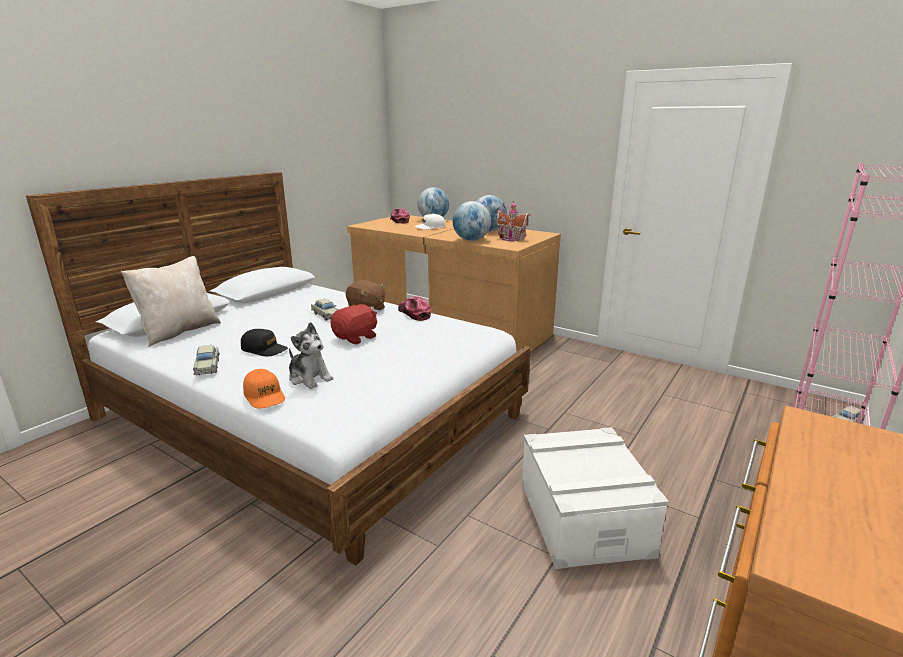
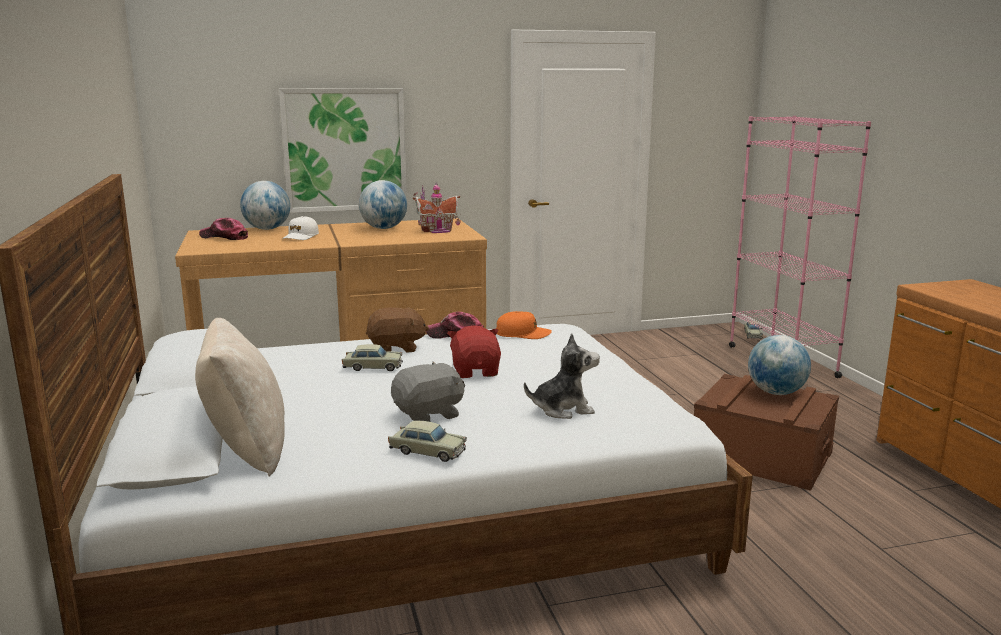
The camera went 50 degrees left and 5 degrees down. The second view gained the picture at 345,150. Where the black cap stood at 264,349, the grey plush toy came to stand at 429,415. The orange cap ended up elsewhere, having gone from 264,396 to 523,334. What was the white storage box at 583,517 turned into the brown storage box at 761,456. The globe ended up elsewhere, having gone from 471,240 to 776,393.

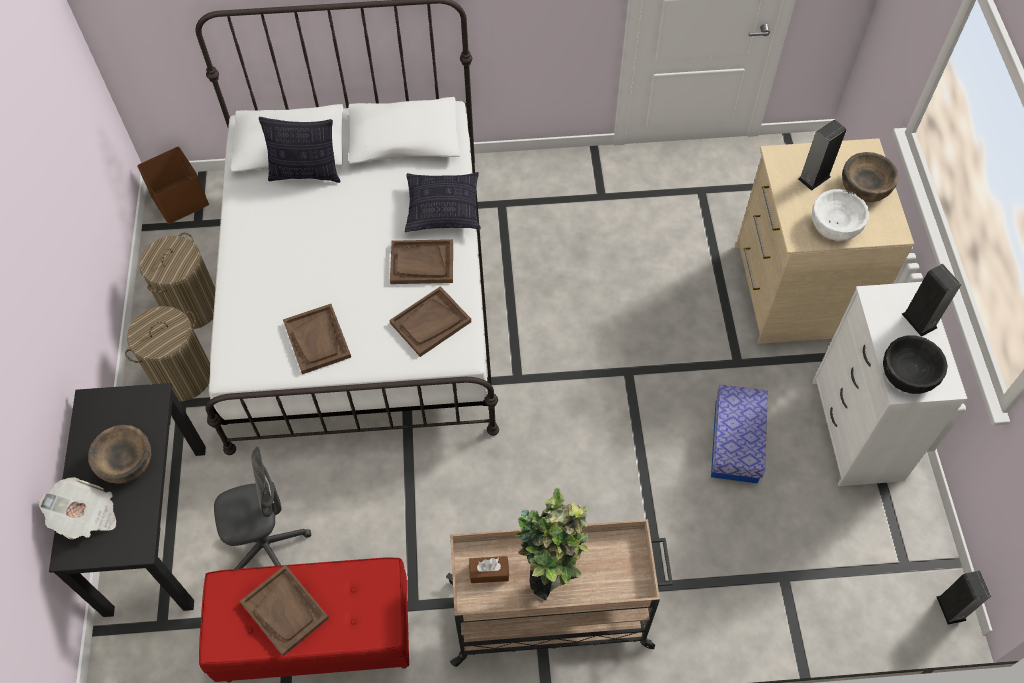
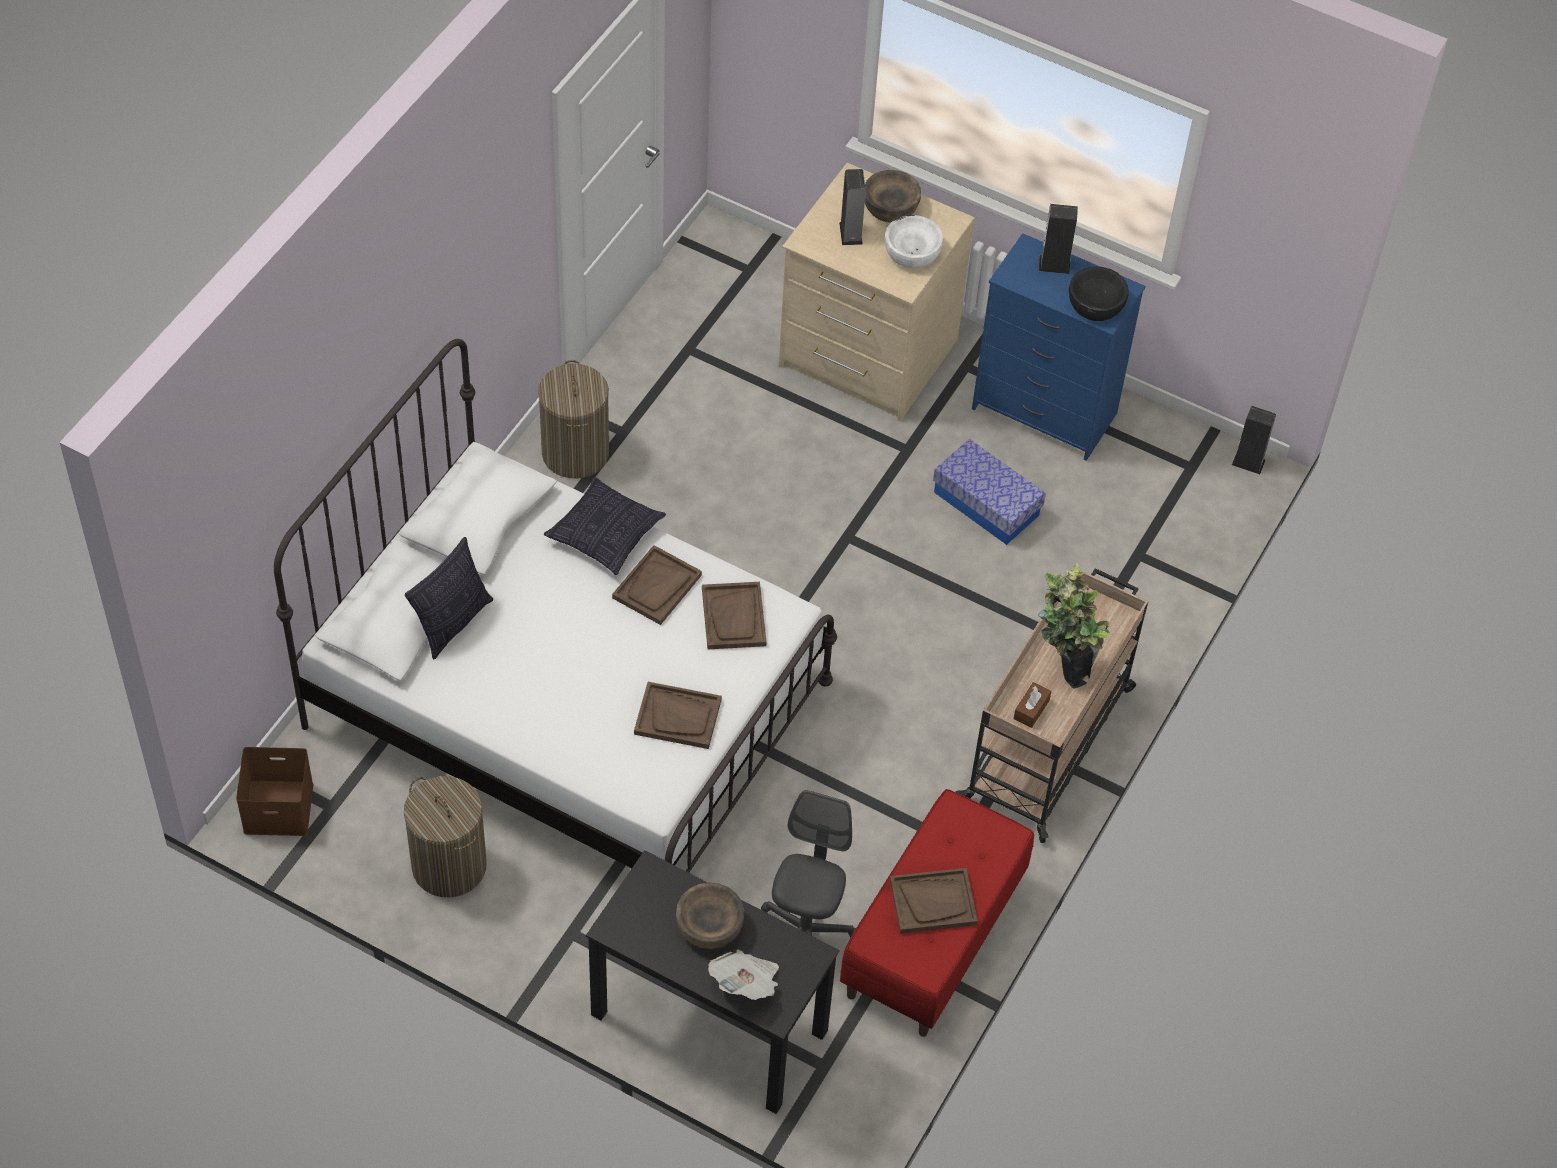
The camera went 60 degrees left and 5 degrees down. The laundry basket ended up elsewhere, having gone from 183,376 to 575,453. What was the white dresser at 856,430 turned into the blue dresser at 1044,412.

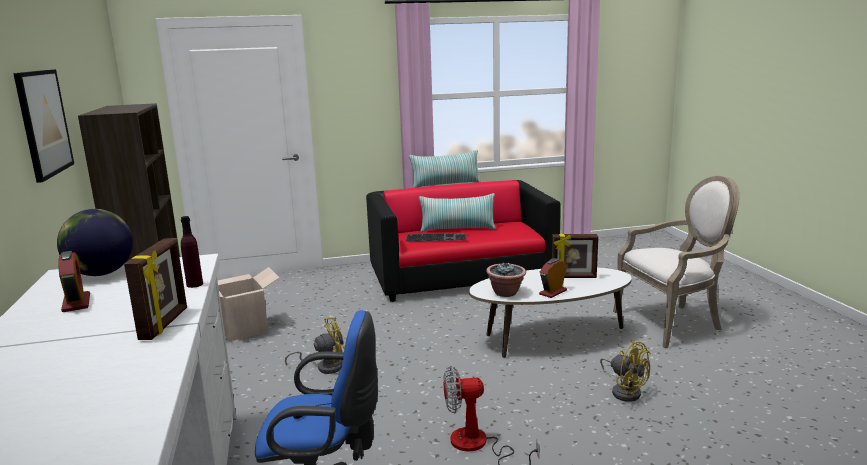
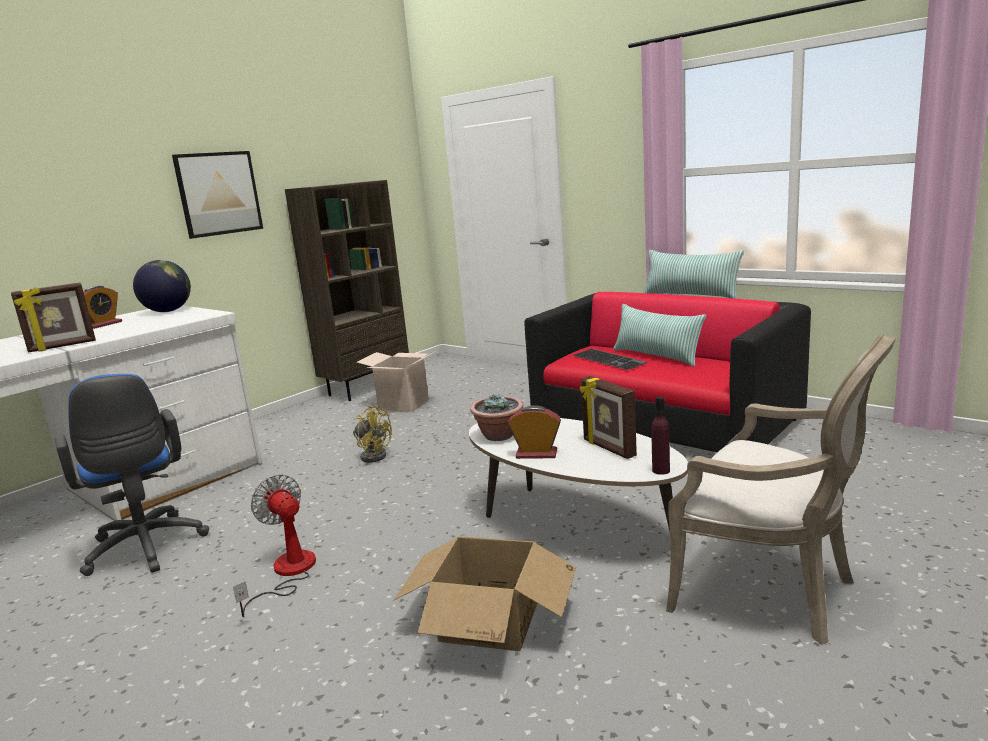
The camera went 55 degrees right and 0 degrees up. Where the yellow fan stood at 624,391, the cardboard box came to stand at 491,619. The purple bottle ended up elsewhere, having gone from 194,284 to 661,470.

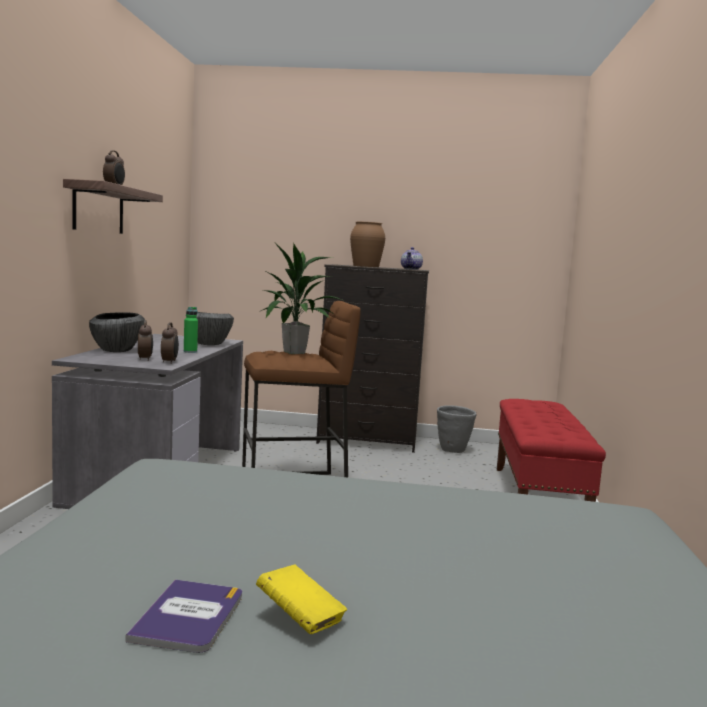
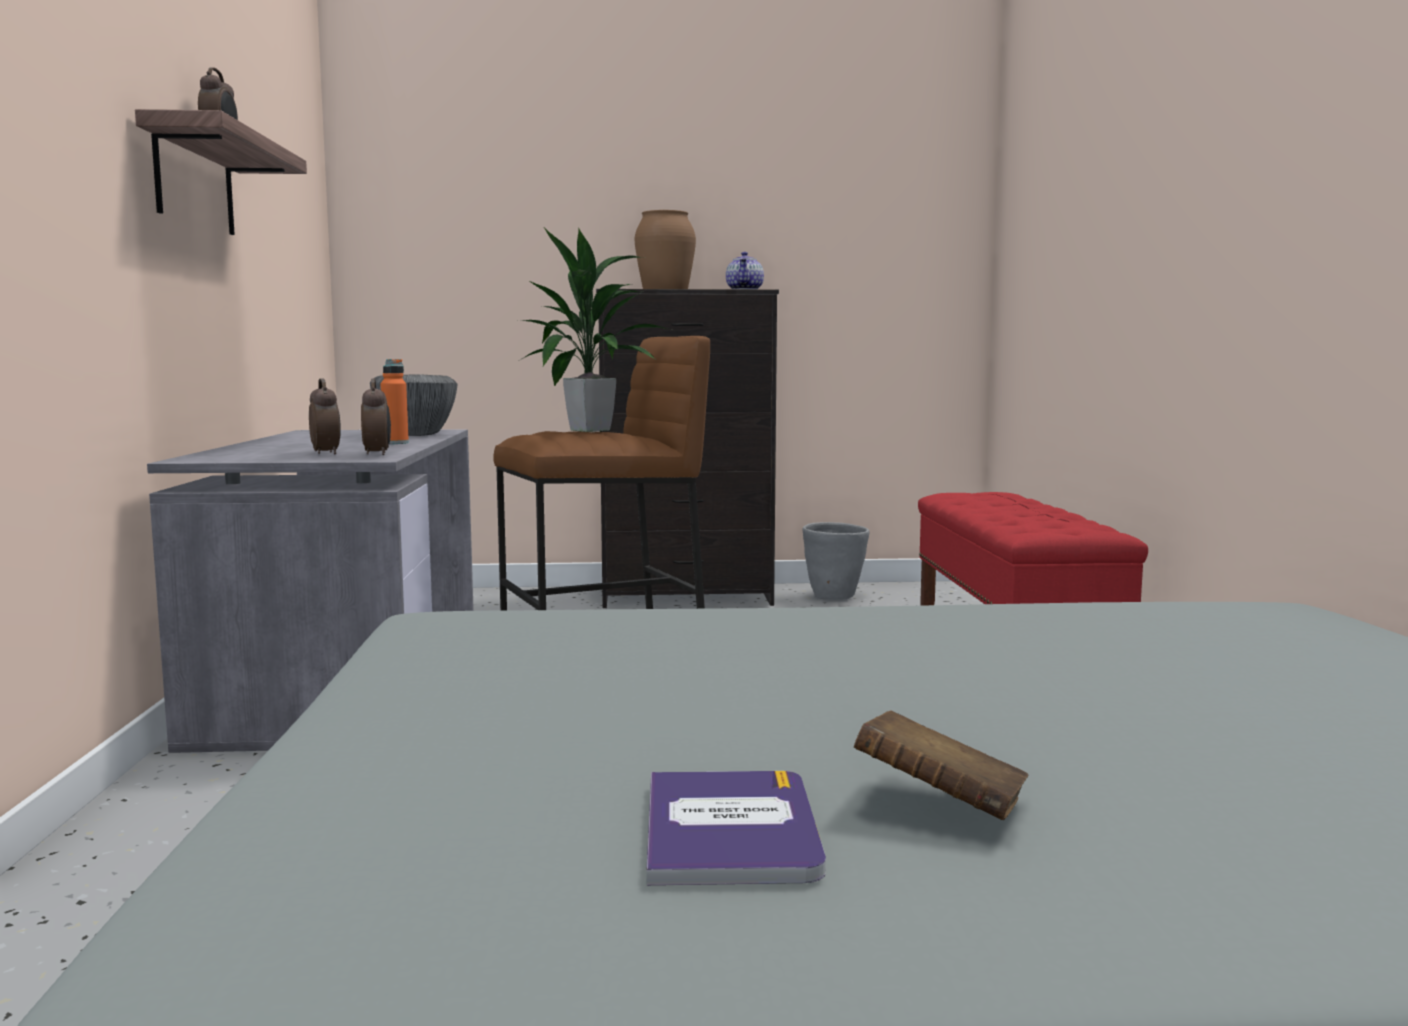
The camera went 10 degrees left and 0 degrees up. What was the green bottle at 190,351 turned into the orange bottle at 395,443. What was the yellow book at 300,618 turned into the brown book at 940,804. The second view lost the bowl at 116,350.

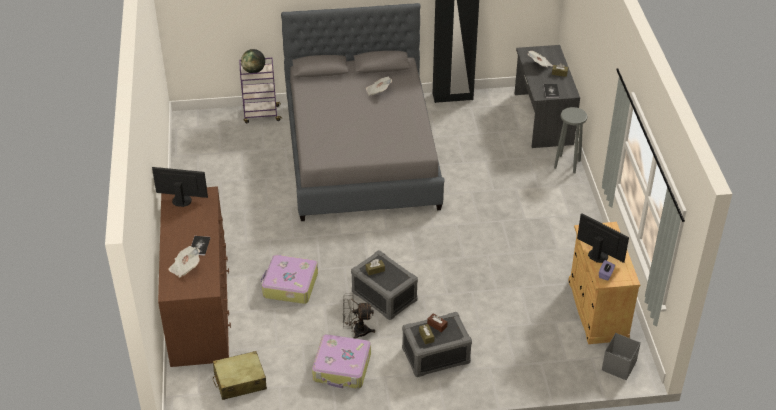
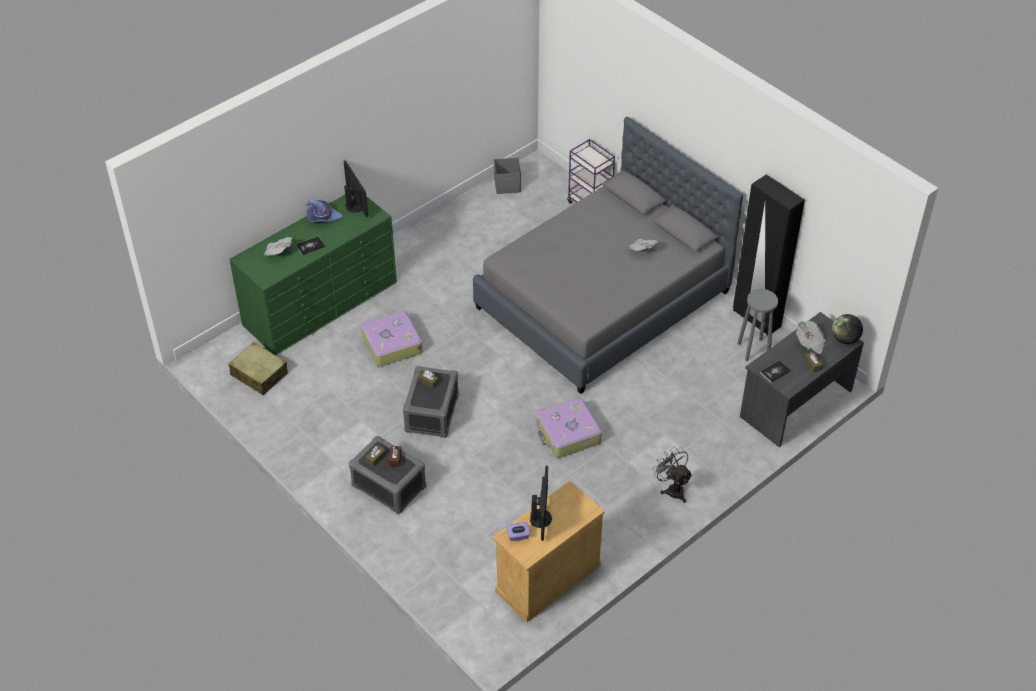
The camera went 55 degrees right and 5 degrees up. What was the brown dresser at 199,306 turned into the green dresser at 320,303. The second view gained the purple hat at 323,217. The grey storage box ended up elsewhere, having gone from 619,366 to 508,185. The suitcase ended up elsewhere, having gone from 342,368 to 567,434. The grey fan ended up elsewhere, having gone from 356,331 to 672,489. The grey stool ended up elsewhere, having gone from 567,164 to 754,349. The globe ended up elsewhere, having gone from 254,71 to 844,339.

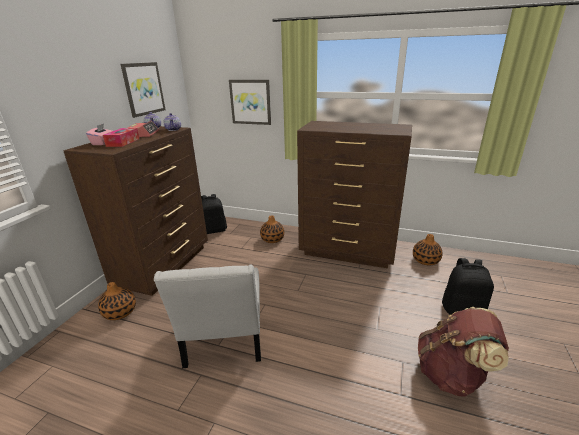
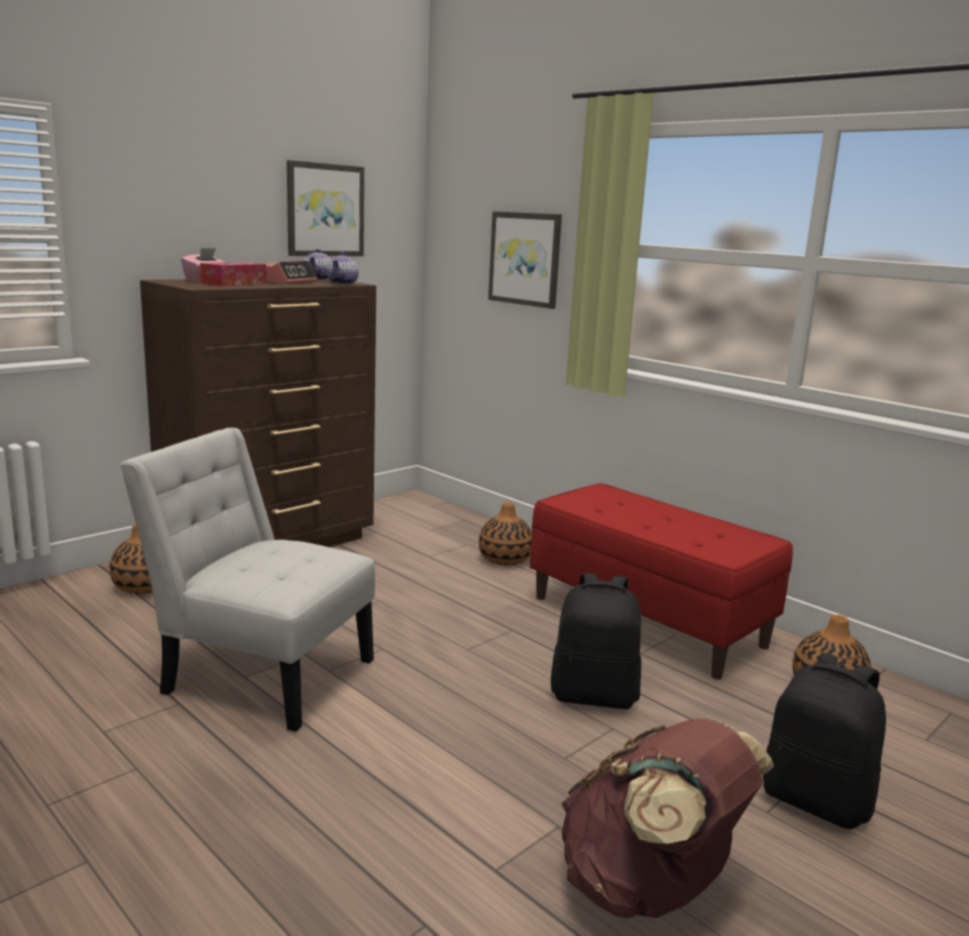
The camera went 25 degrees right and 10 degrees down. The white chair at 224,340 ended up facing another way, 90 degrees clockwise from before. Where the brown dresser stood at 348,251, the red bench came to stand at 647,621. The black backpack ended up elsewhere, having gone from 214,230 to 594,695.

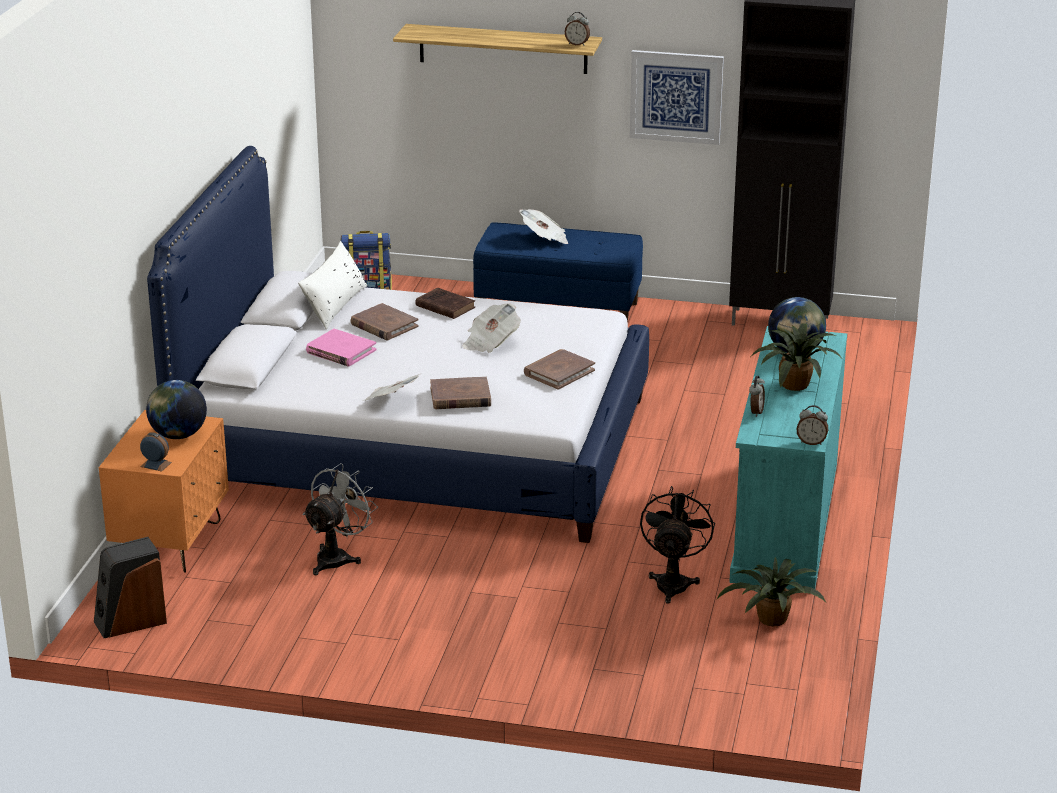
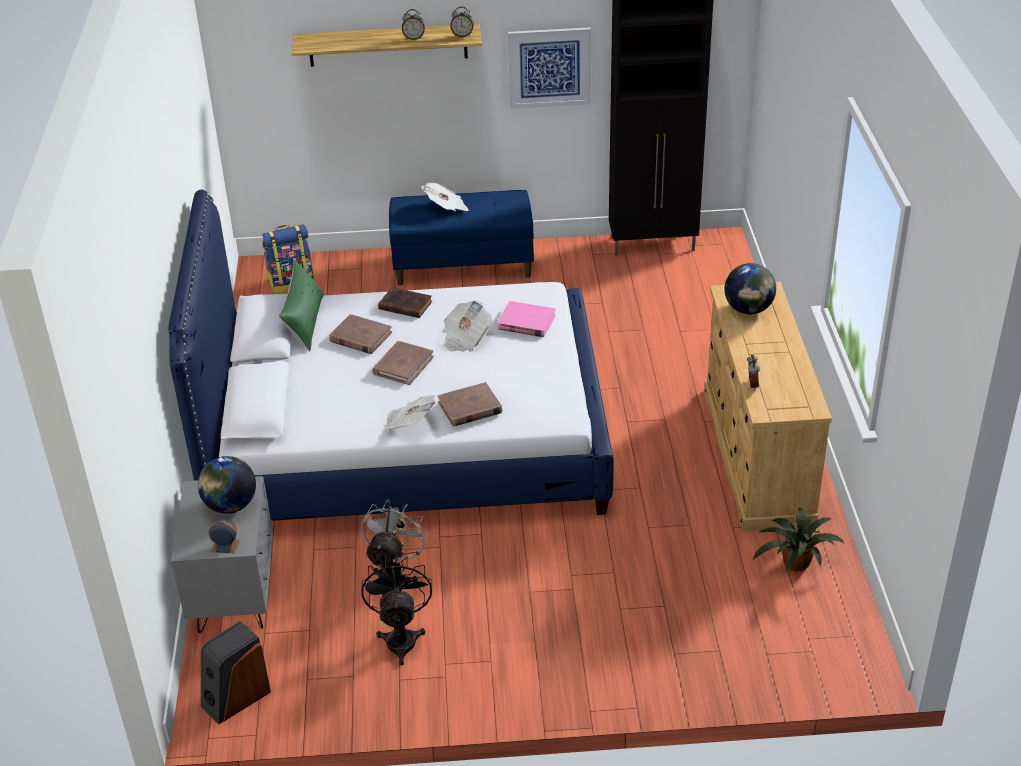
The camera went 15 degrees left and 10 degrees up. What was the orange nightstand at 171,543 turned into the grey nightstand at 234,596. What was the white pillow at 334,305 turned into the green pillow at 304,322. The black fan ended up elsewhere, having gone from 673,582 to 401,637. The brown book ended up elsewhere, having gone from 559,372 to 403,365. The alarm clock ended up elsewhere, having gone from 811,442 to 414,38. The pink book ended up elsewhere, having gone from 340,351 to 526,322. What was the turquoise dresser at 785,522 turned into the beige dresser at 757,456. The second view lost the potted plant at 795,386.

